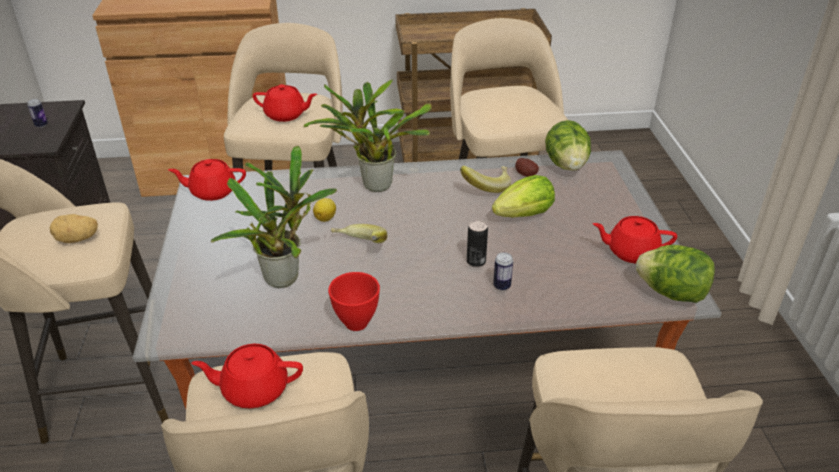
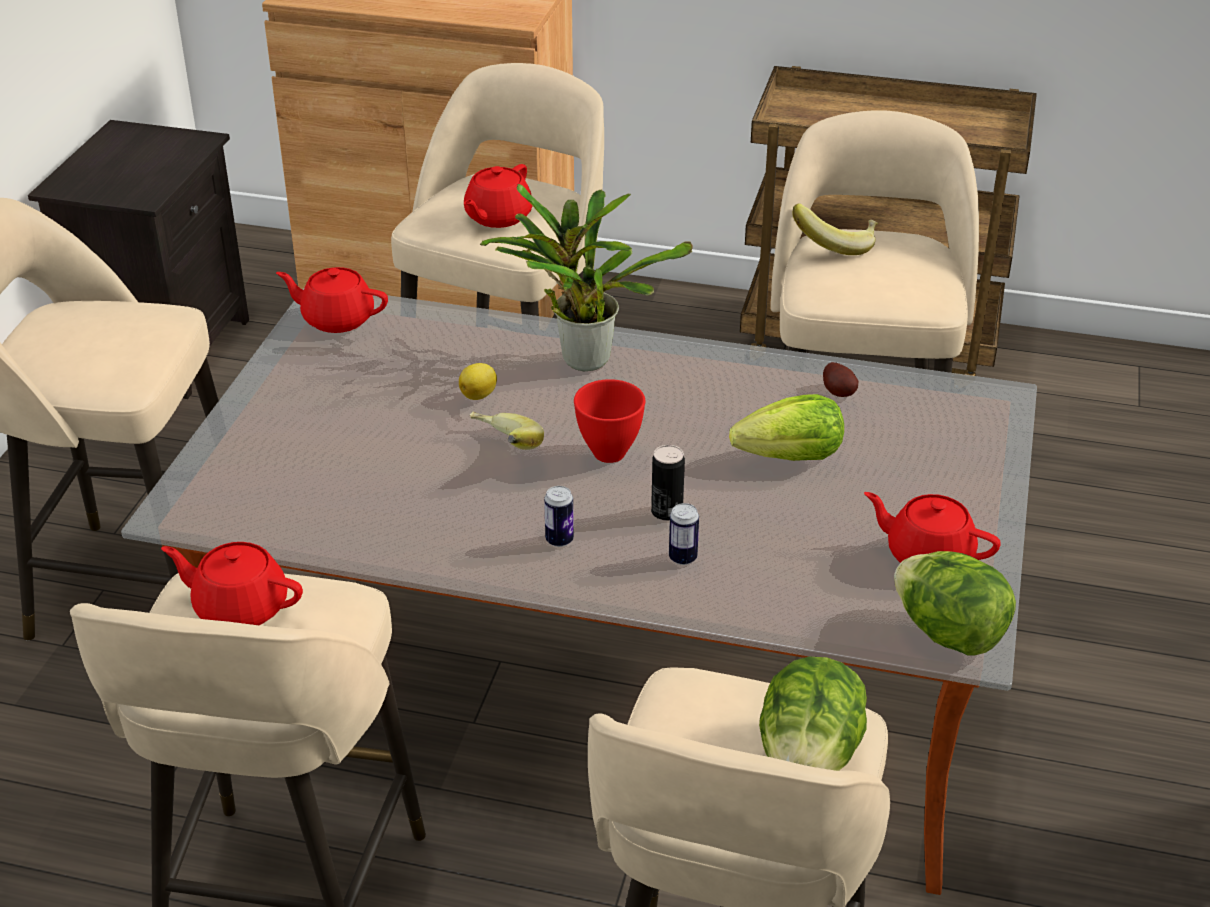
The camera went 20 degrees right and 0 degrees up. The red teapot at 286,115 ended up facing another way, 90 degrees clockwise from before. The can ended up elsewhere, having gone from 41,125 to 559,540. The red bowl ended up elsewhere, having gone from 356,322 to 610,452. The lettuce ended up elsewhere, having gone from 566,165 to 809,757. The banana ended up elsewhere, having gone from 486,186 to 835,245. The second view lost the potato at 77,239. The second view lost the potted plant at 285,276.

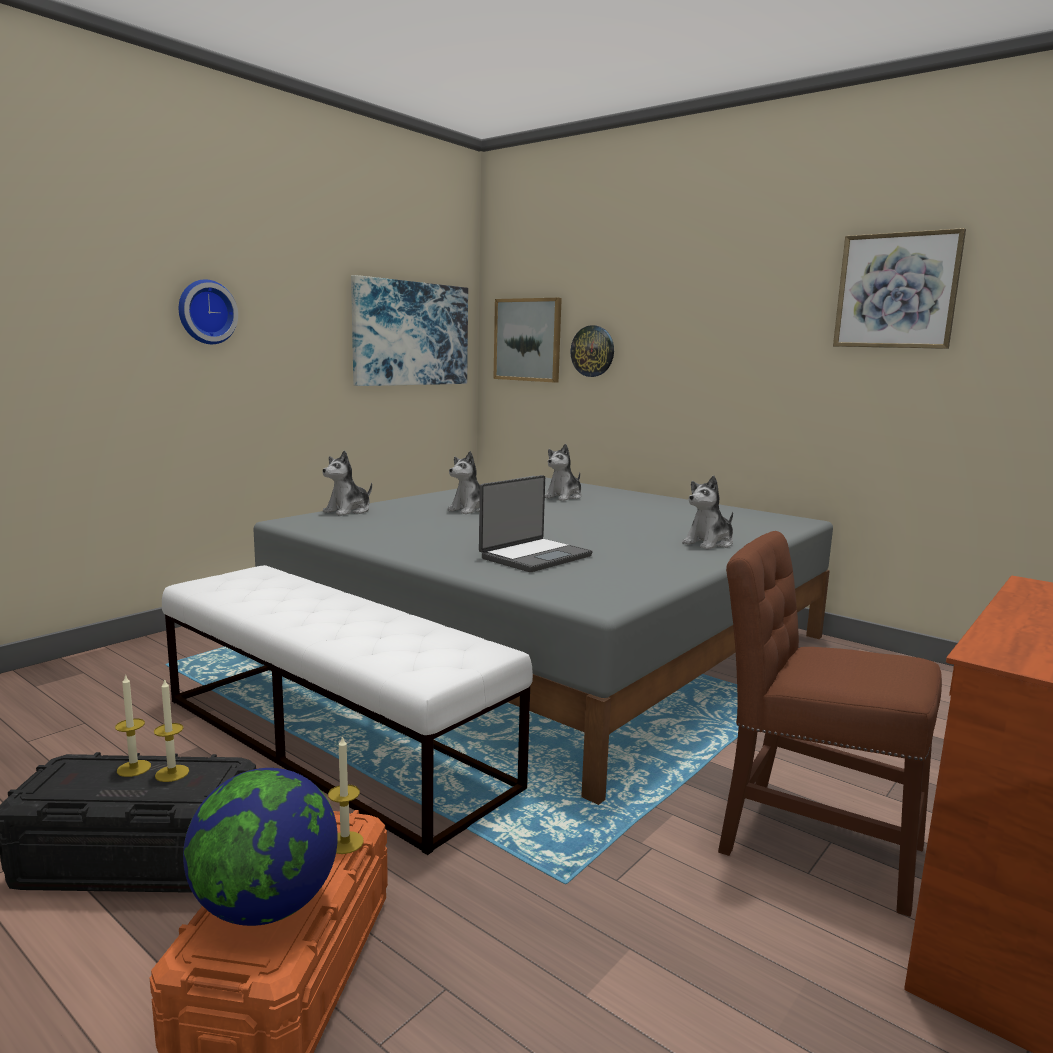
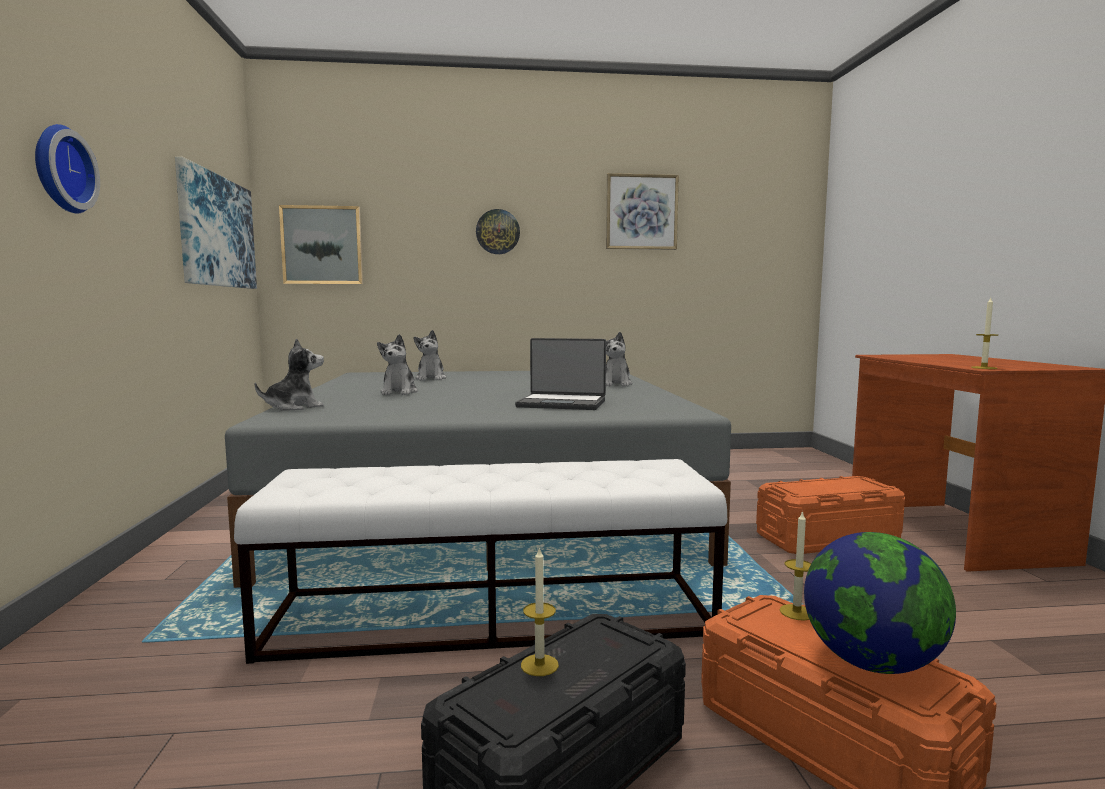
The camera went 45 degrees left and 5 degrees down. The plush toy at 348,511 ended up facing another way, 120 degrees counterclockwise from before. The wall clock ended up elsewhere, having gone from 593,351 to 497,232. The laptop at 534,556 ended up facing another way, 105 degrees clockwise from before. Where the brown chair stood at 809,843, the orange storage box came to stand at 827,538. The candle ended up elsewhere, having gone from 172,773 to 984,368.

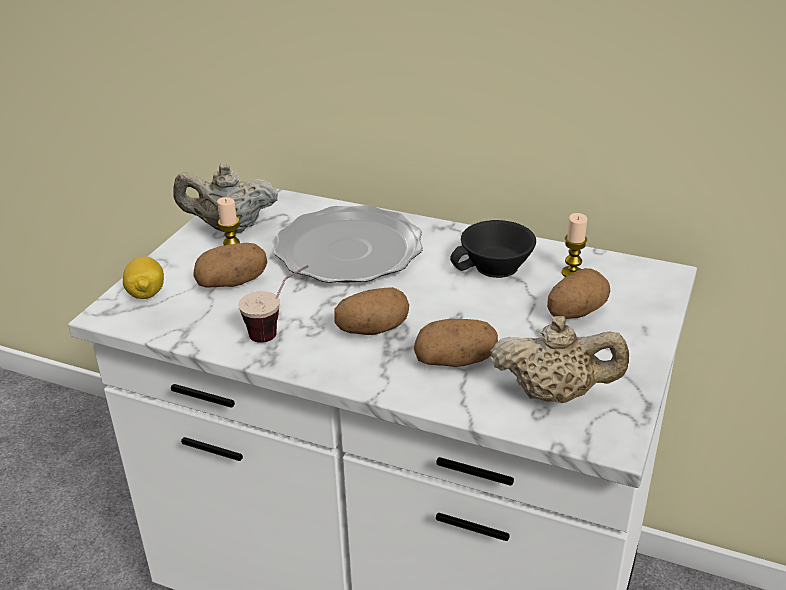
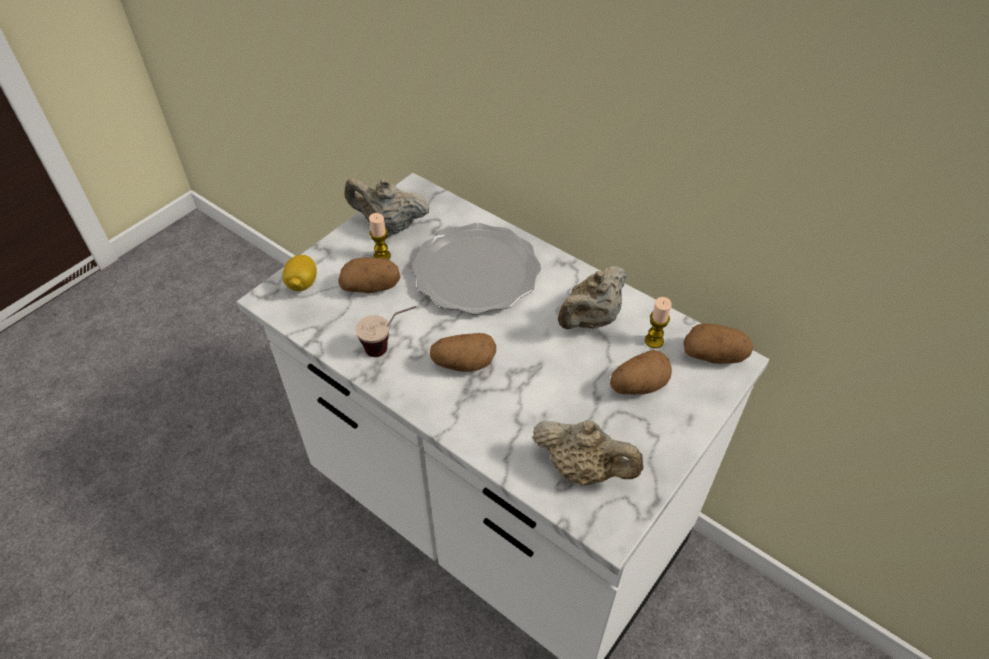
The camera went 15 degrees right and 15 degrees up. Where the black cup stood at 495,268, the beige teapot came to stand at 590,320. The potato ended up elsewhere, having gone from 455,361 to 714,356.

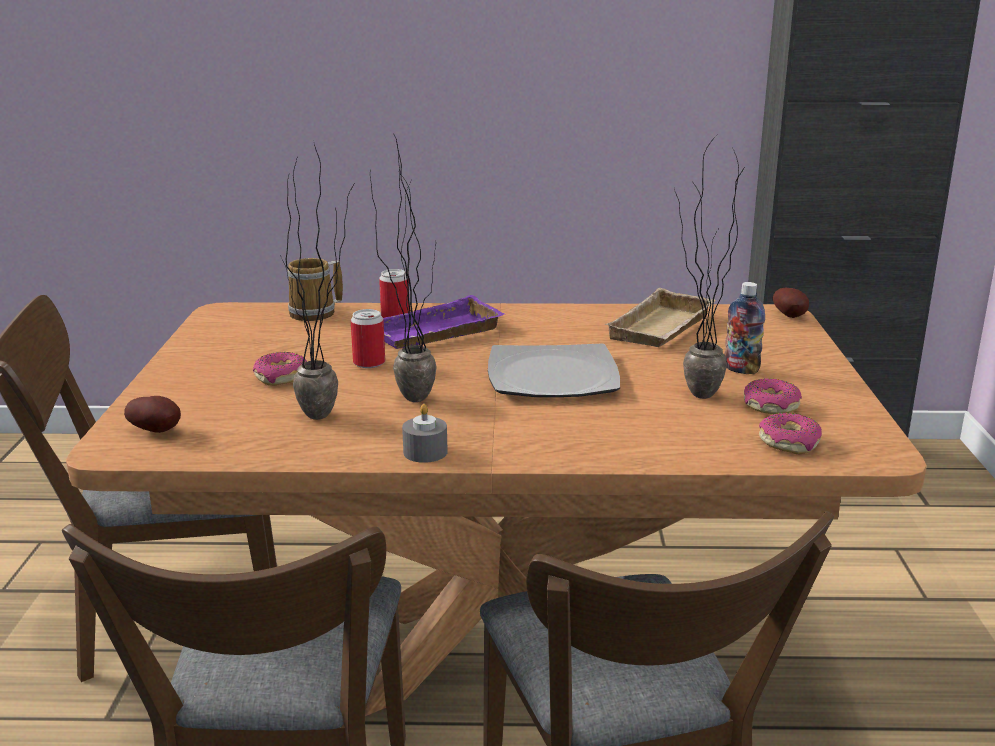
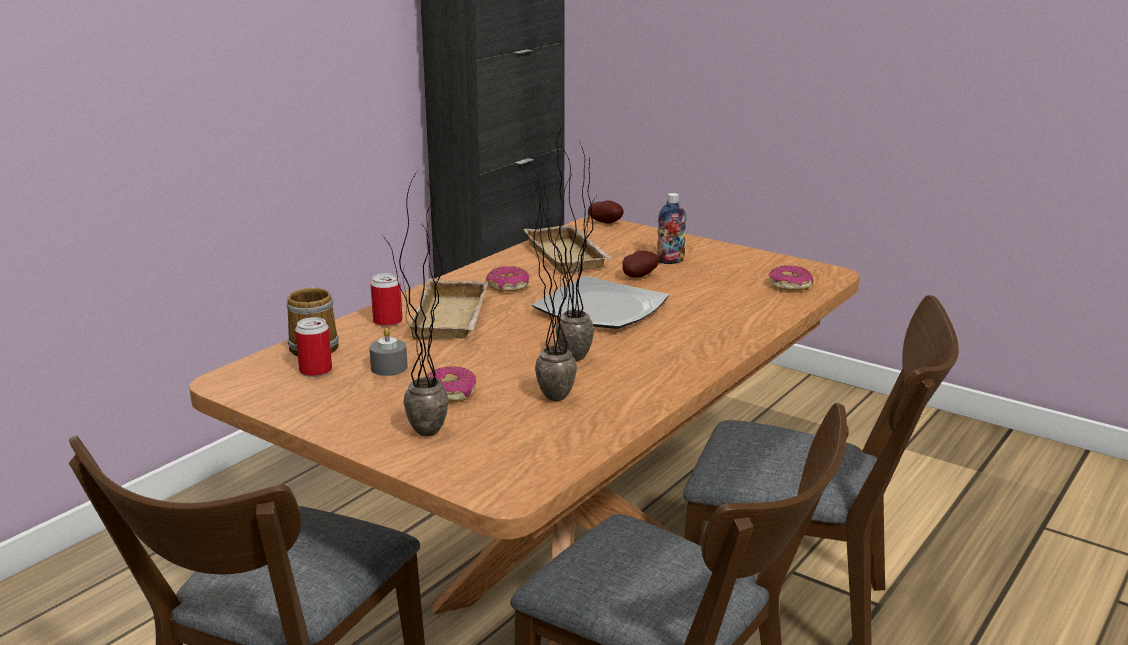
The camera went 55 degrees left and 0 degrees up. The can ended up elsewhere, having gone from 369,363 to 316,371. The grey candle ended up elsewhere, having gone from 425,452 to 389,368. The potted plant ended up elsewhere, having gone from 691,397 to 423,439. What was the purple tray at 435,334 turned into the beige tray at 453,319. The donut ended up elsewhere, having gone from 770,406 to 508,287. The potato ended up elsewhere, having gone from 158,431 to 638,277.

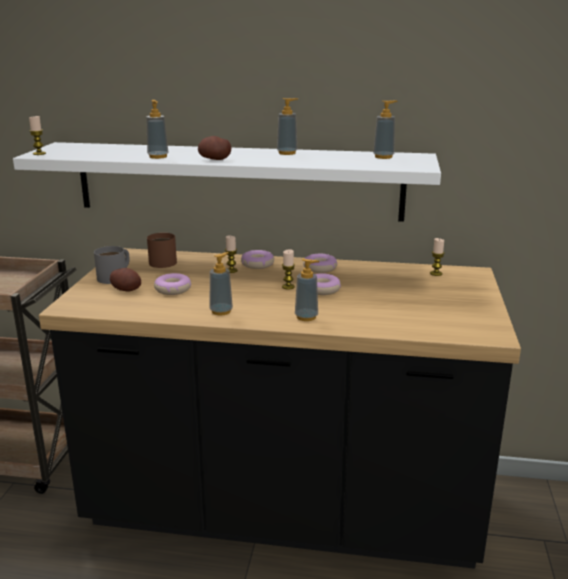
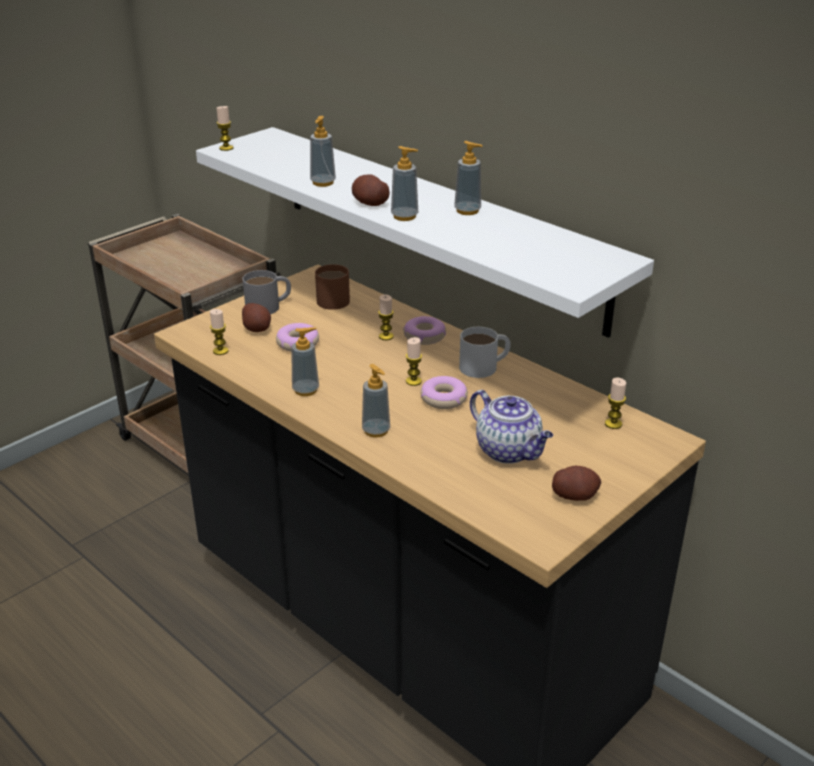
The camera went 35 degrees right and 10 degrees up. The second view gained the candle at 220,351. The soap dispenser ended up elsewhere, having gone from 383,157 to 404,216. Where the donut stood at 320,268, the white mug came to stand at 485,366. The second view gained the teapot at 509,451. The second view gained the potato at 574,495.

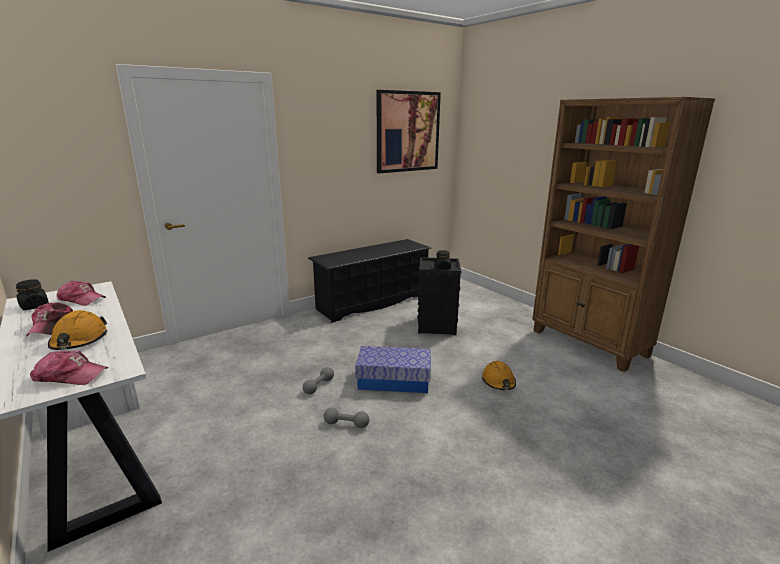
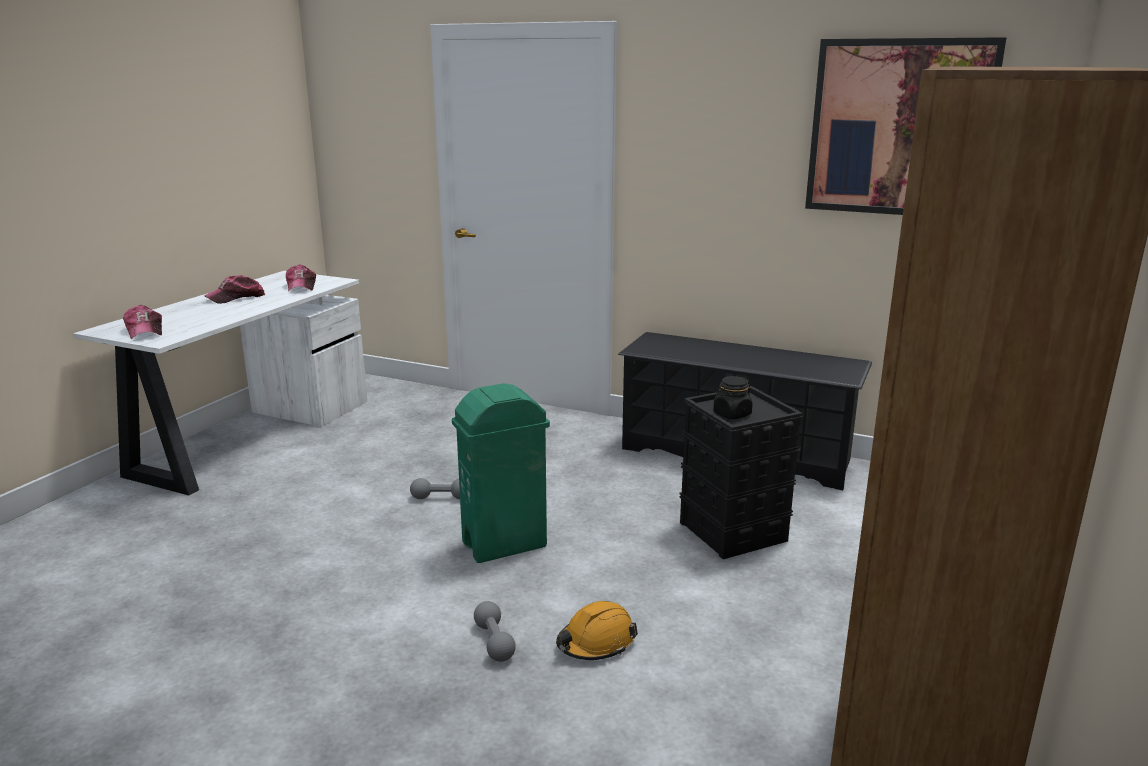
The camera went 60 degrees right and 0 degrees up. Where the storage box stood at 394,380, the green trash can came to stand at 505,545. The grey dumbbell ended up elsewhere, having gone from 346,424 to 494,642. The second view lost the black jar at 34,306. The second view lost the orange hard hat at 79,341.

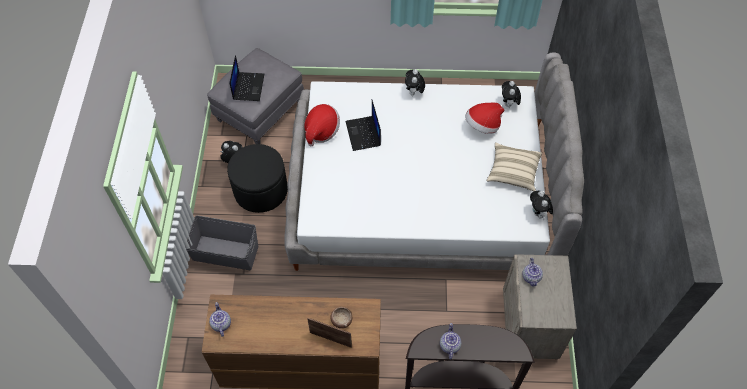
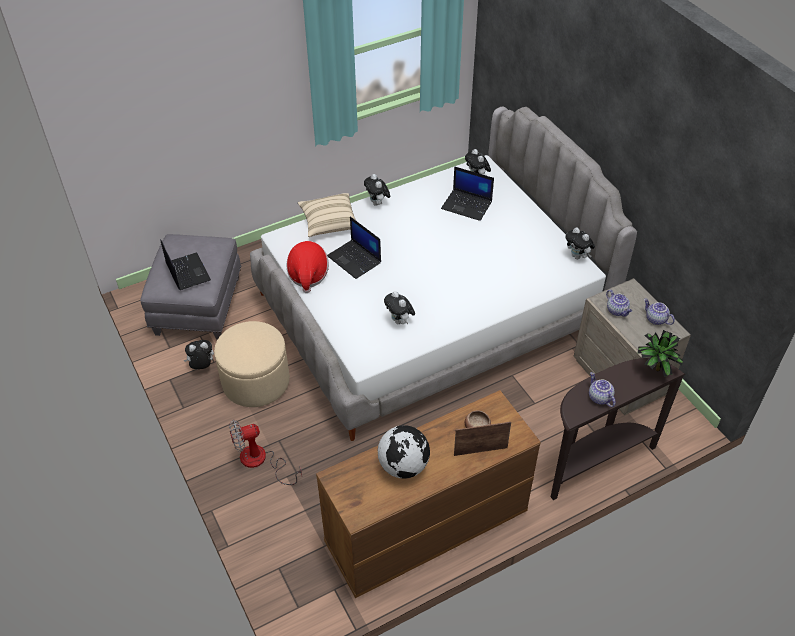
The camera went 30 degrees left and 10 degrees down. What was the black ottoman at 261,190 turned into the beige ottoman at 256,381. Where the grey storage box stood at 225,253, the fan came to stand at 261,461. The beige pillow ended up elsewhere, having gone from 513,172 to 329,223. The second view gained the globe at 403,466. The second view gained the plush toy at 400,321. Where the hat stood at 483,126, the laptop came to stand at 467,205. The second view gained the potted plant at 654,369. The teapot ended up elsewhere, having gone from 220,324 to 655,319.

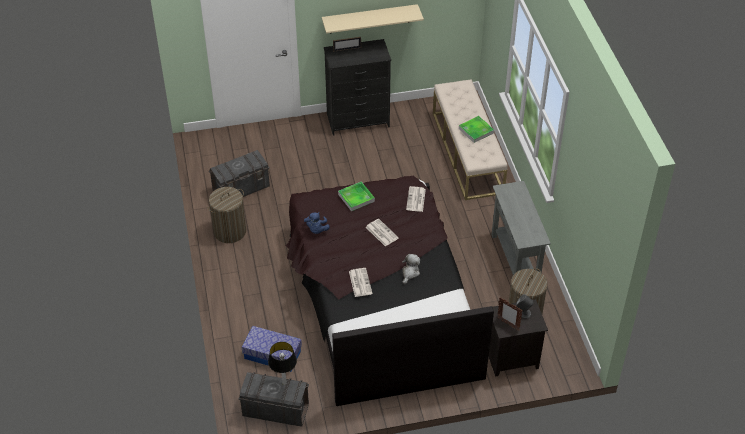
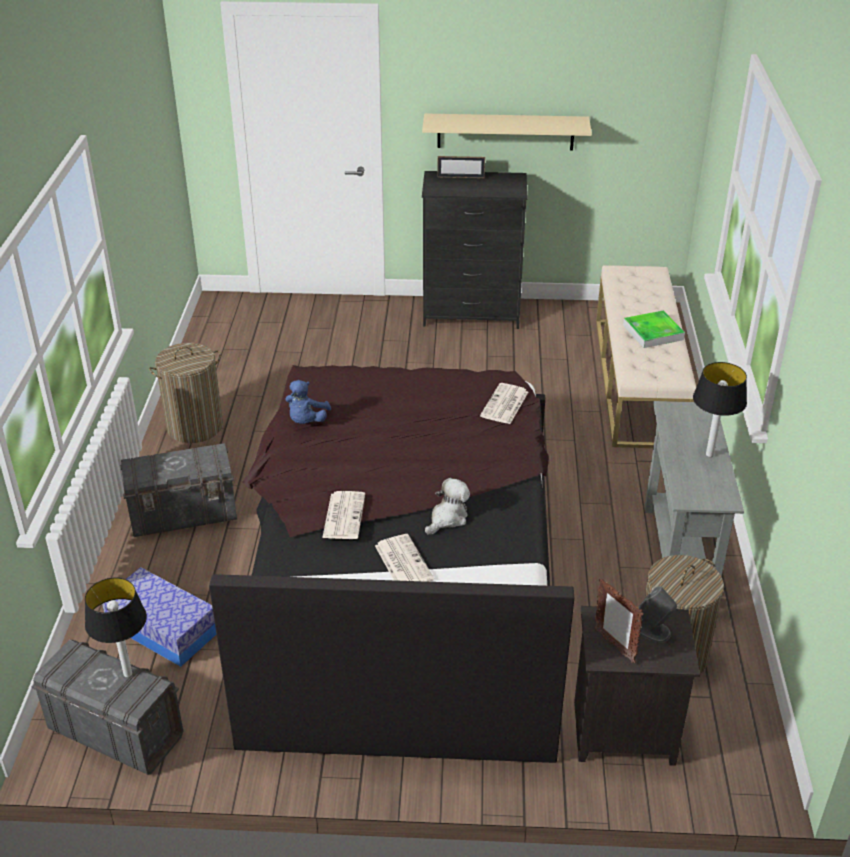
The camera went 15 degrees right and 10 degrees down. The grey storage box ended up elsewhere, having gone from 241,189 to 184,515. The newspaper ended up elsewhere, having gone from 381,232 to 402,562. The second view gained the table lamp at 709,454. The second view lost the tray at 356,198.

